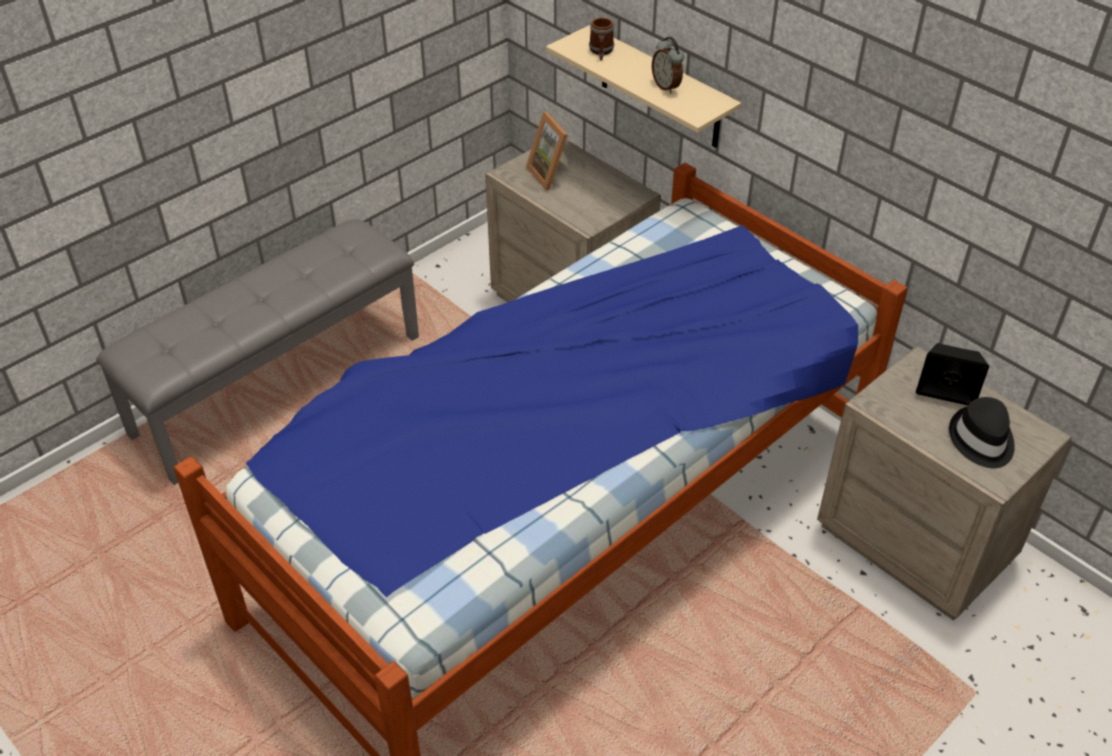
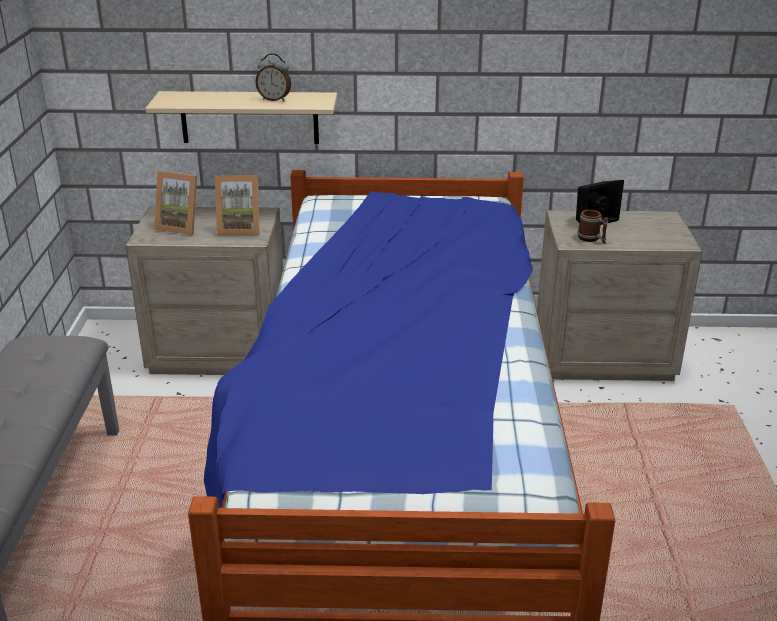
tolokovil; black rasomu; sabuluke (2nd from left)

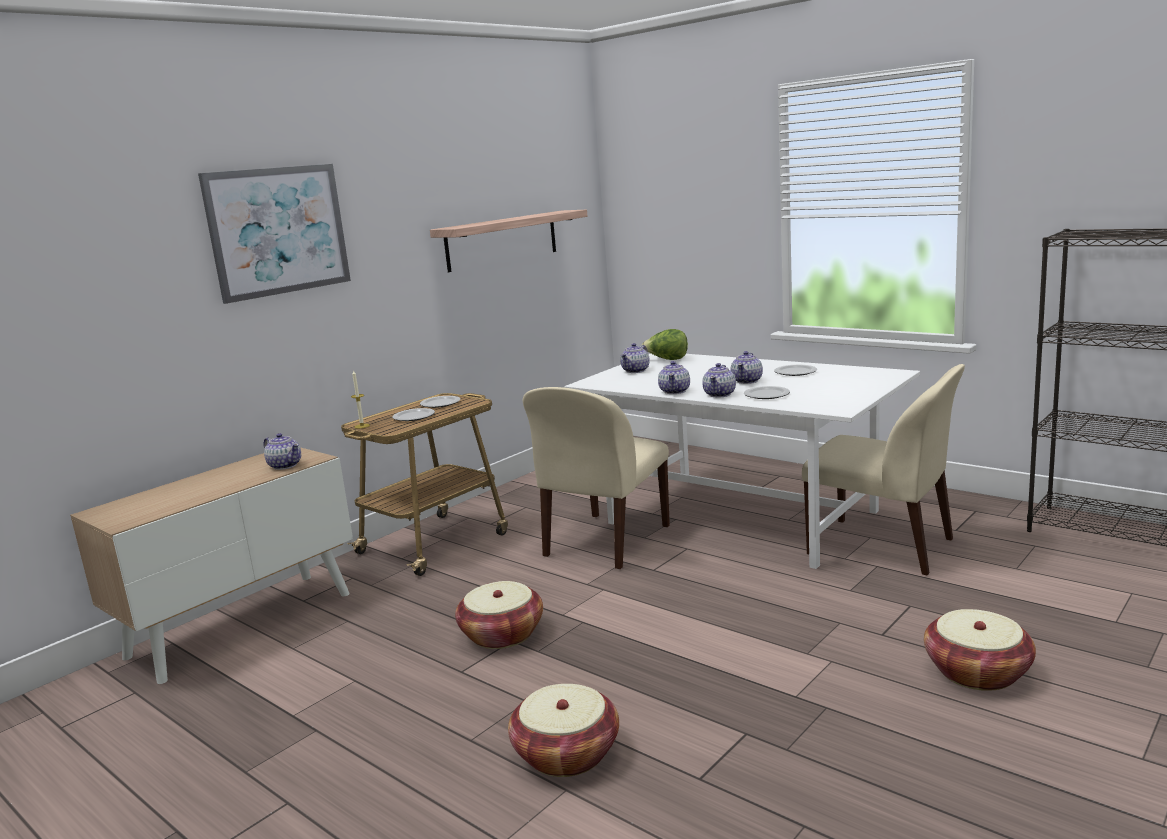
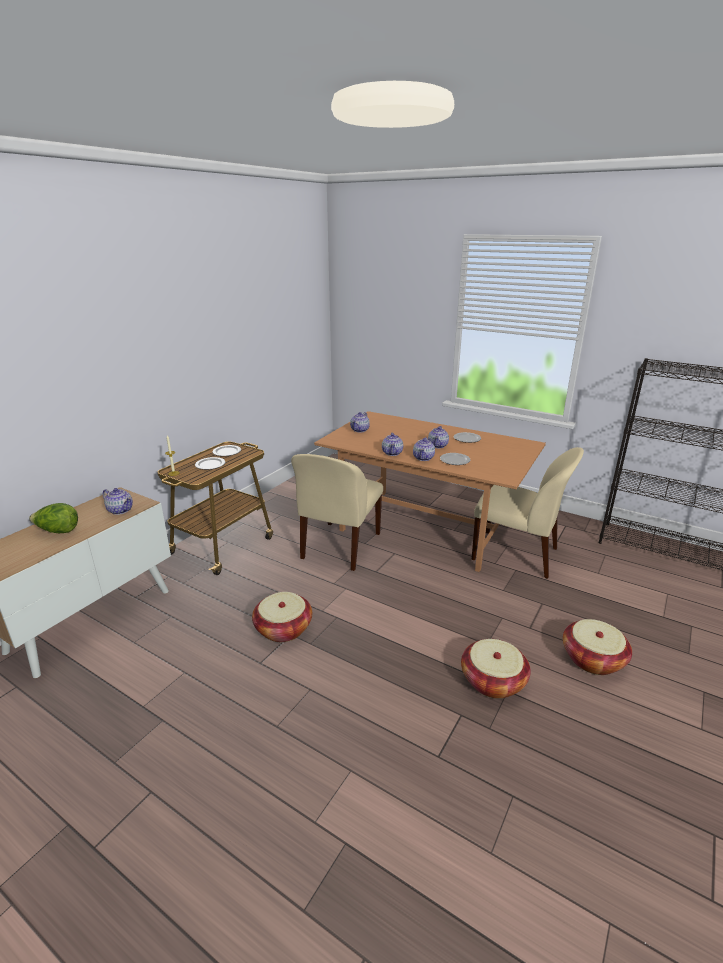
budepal; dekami; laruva; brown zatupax; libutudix (2nd from left)

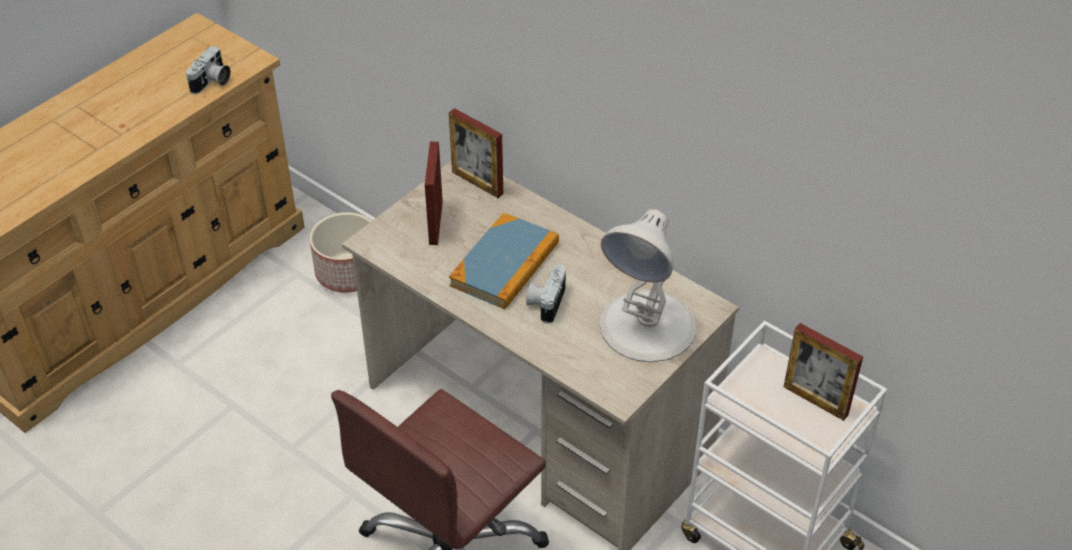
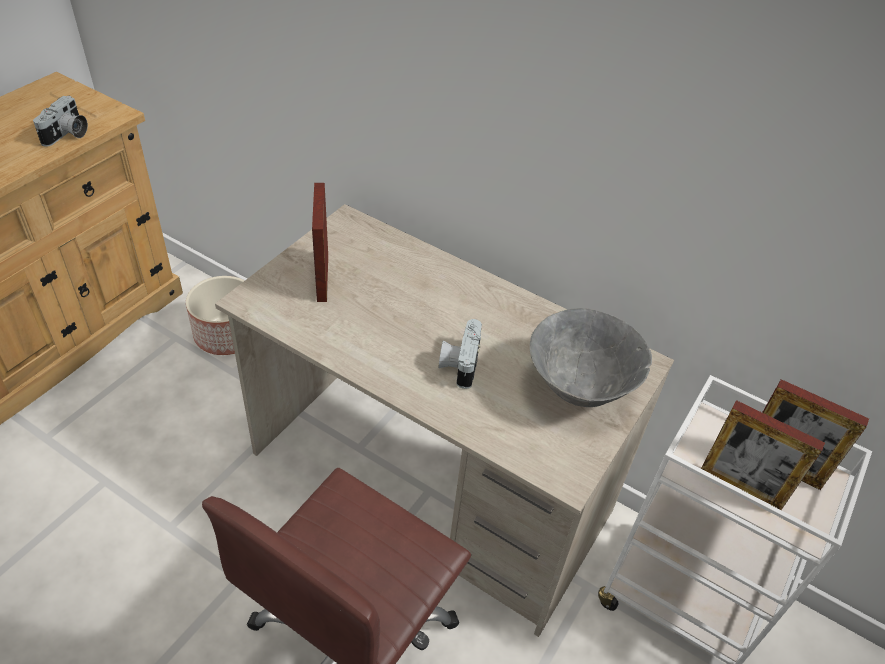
sabuluke (2nd from left); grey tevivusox; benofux

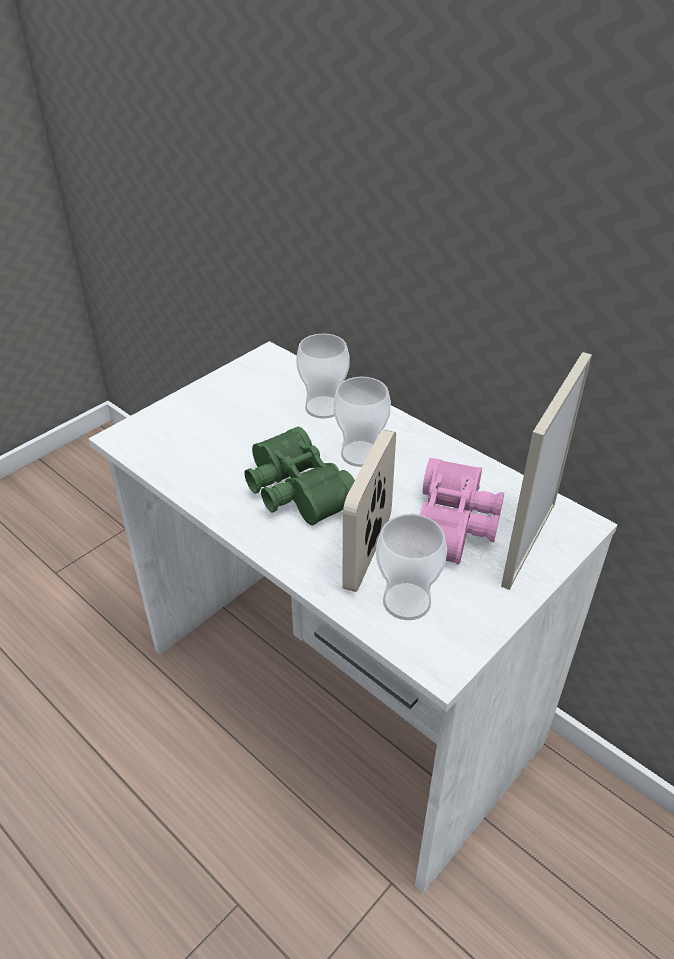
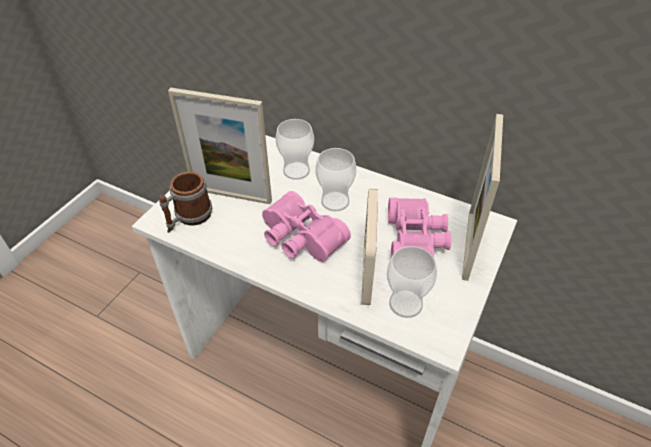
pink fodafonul (1st from left); sabuluke (1st from left); tolokovil

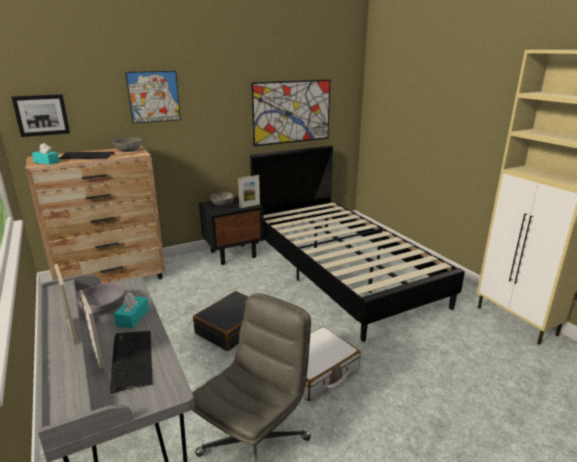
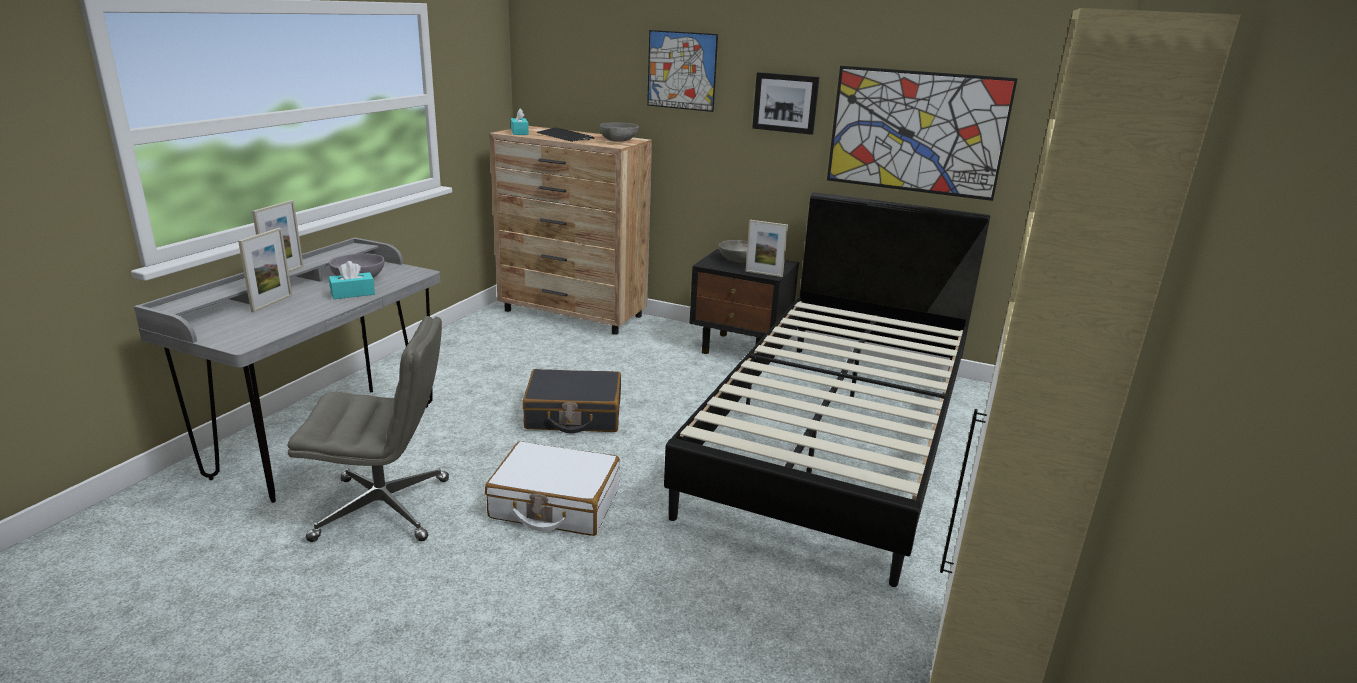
budepal (2nd from left); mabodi (2nd from left in the first image)

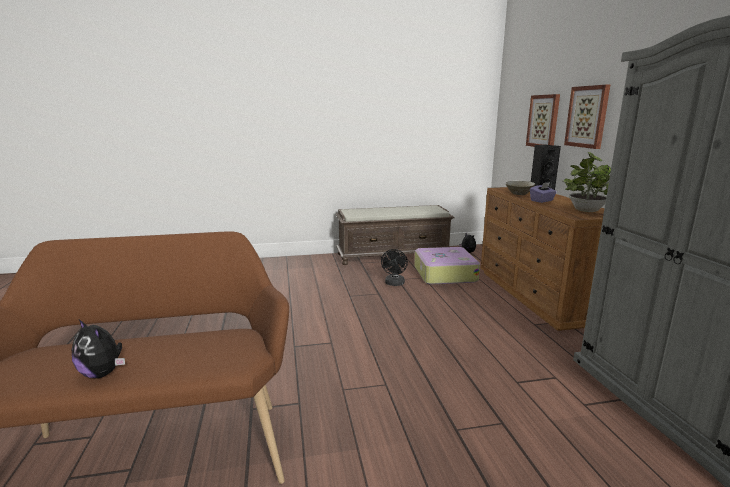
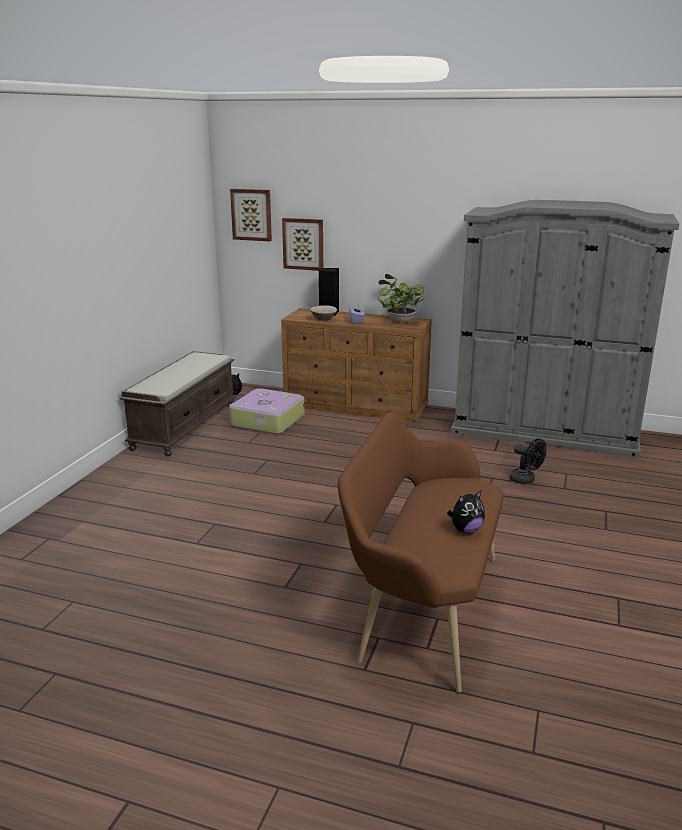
budepal (1st from left); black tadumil

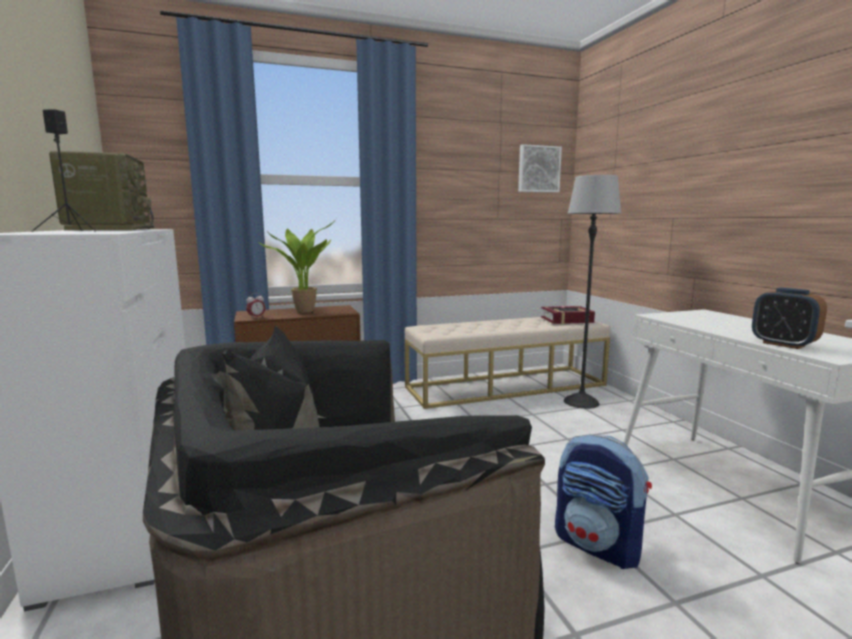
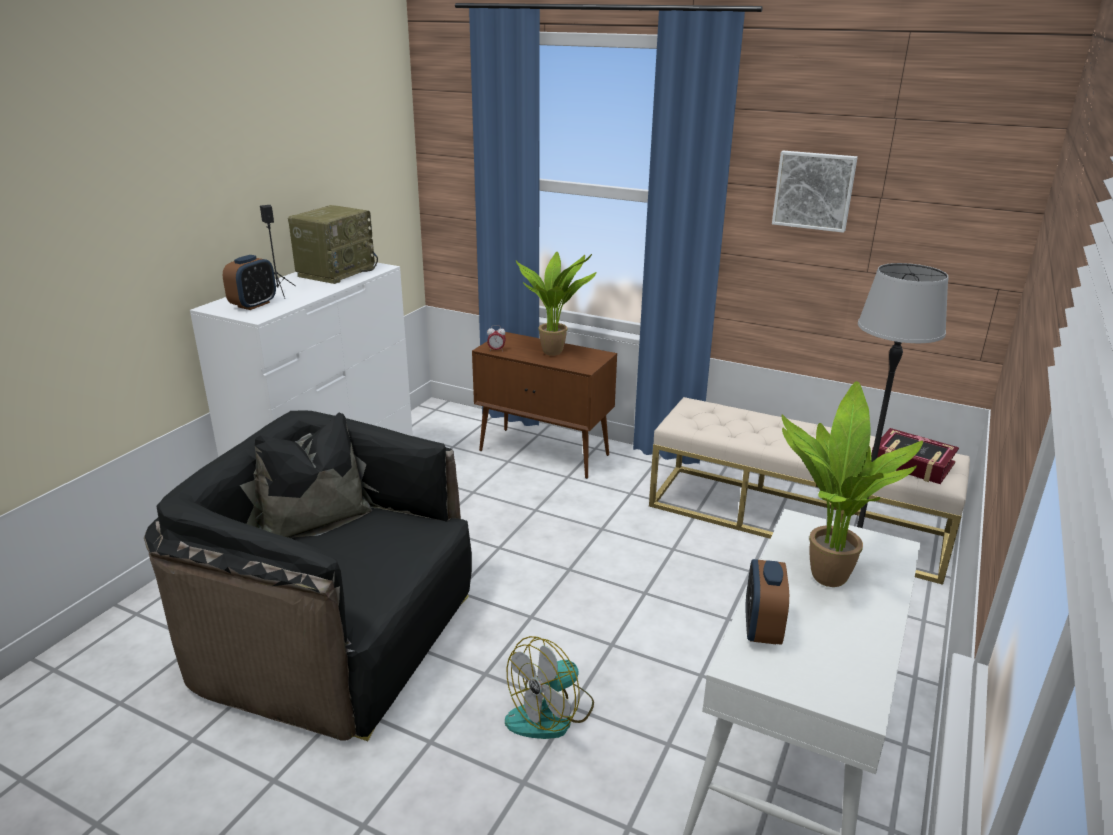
budepal; tadumil; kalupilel (1st from left); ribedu (2nd from left)

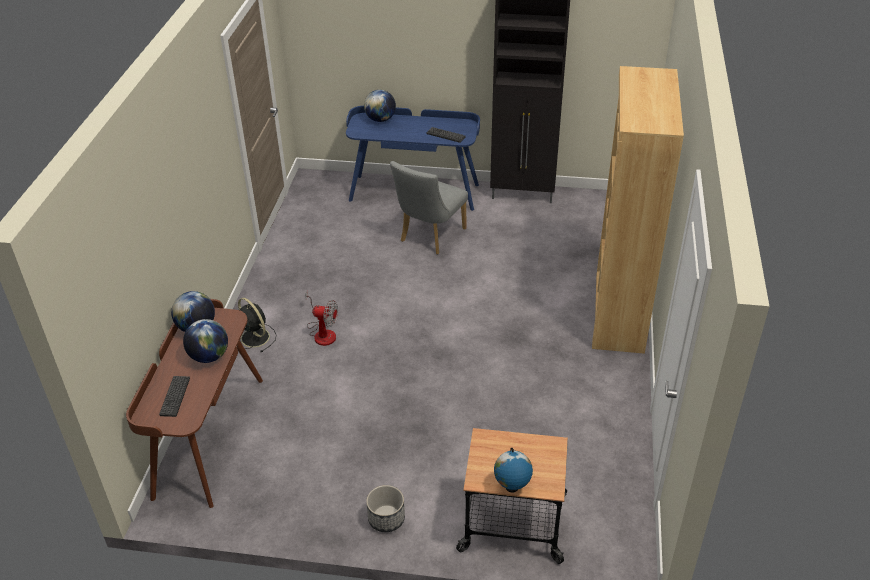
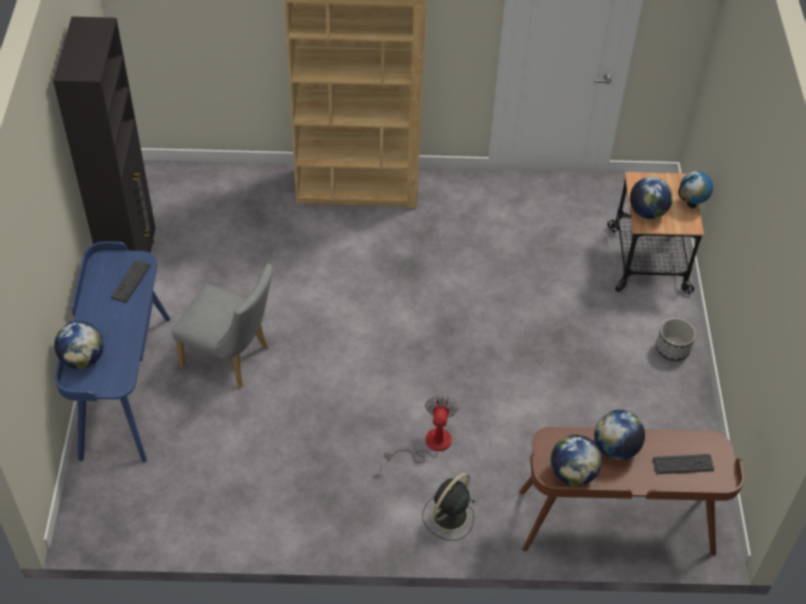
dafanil (4th from left)

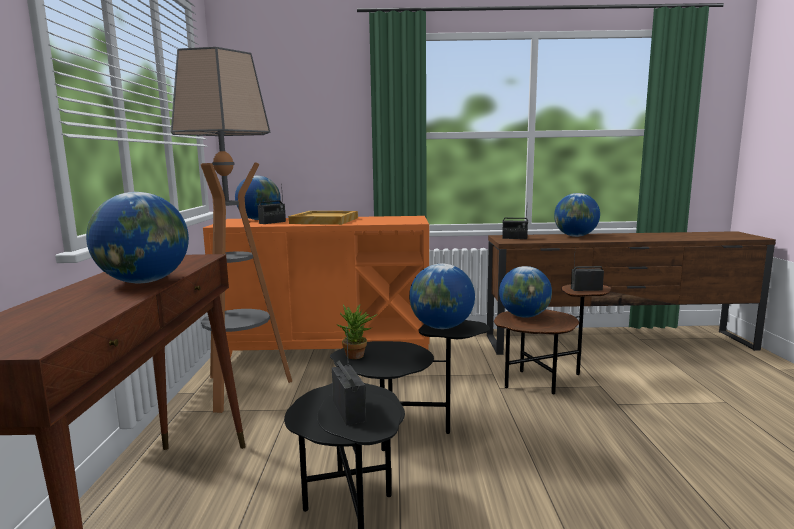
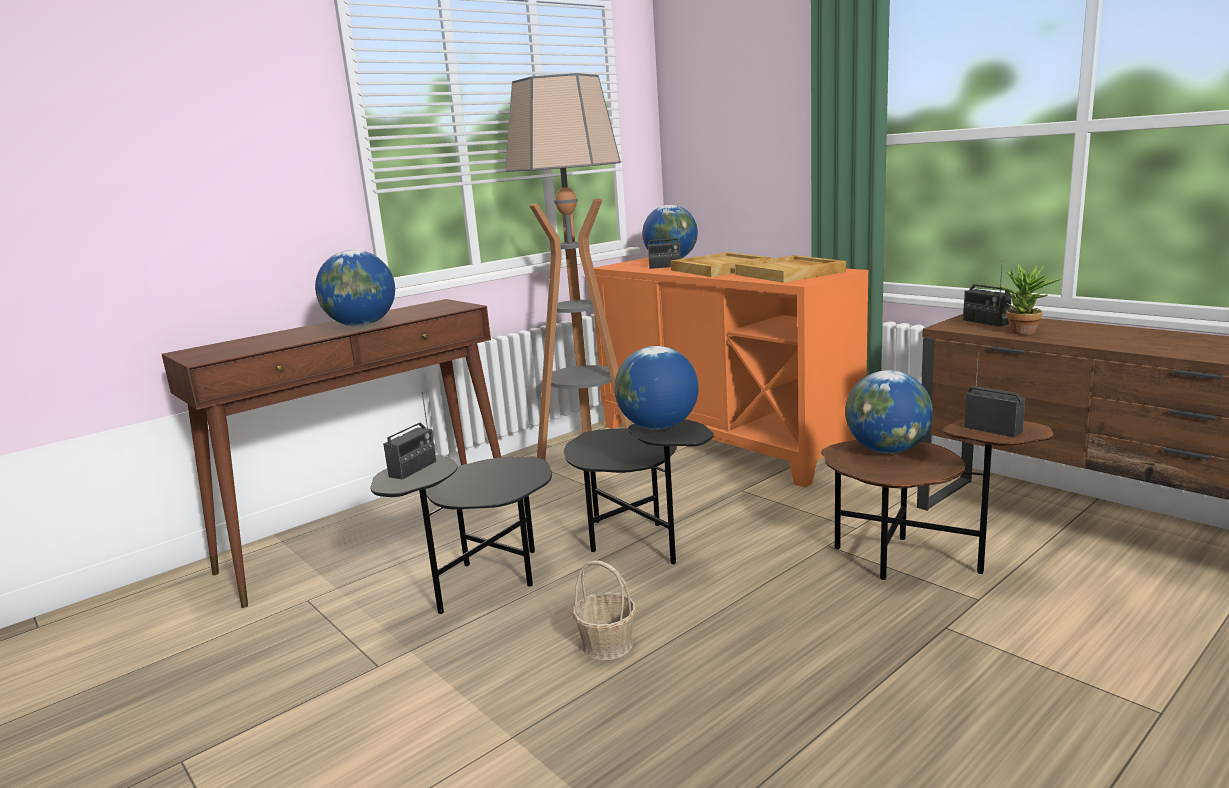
dafanil (5th from left in the first image); ribedu; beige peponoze (2nd from left); libutudix

